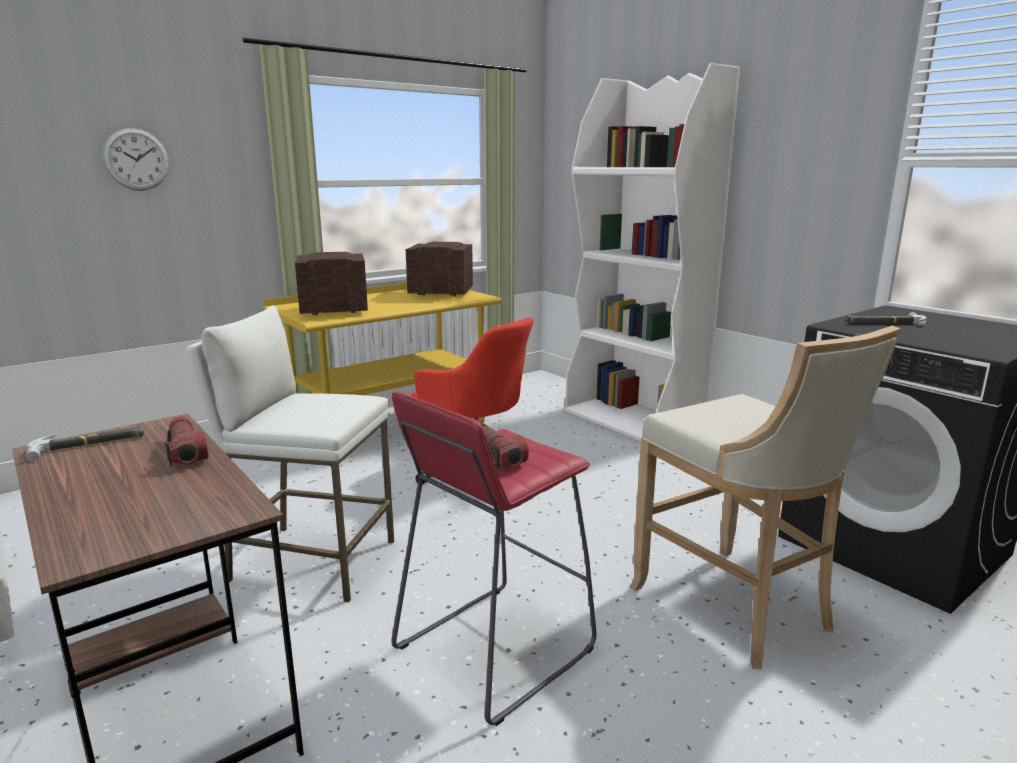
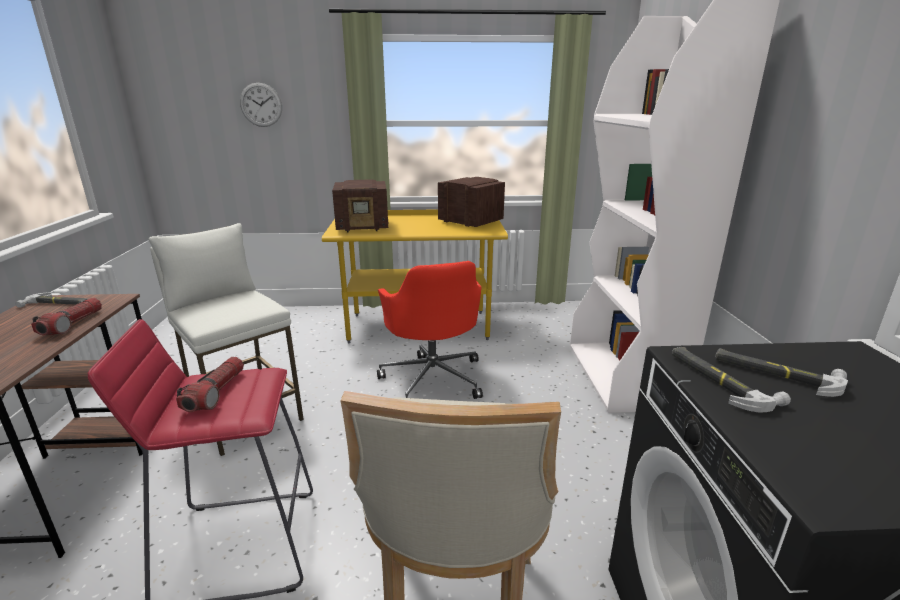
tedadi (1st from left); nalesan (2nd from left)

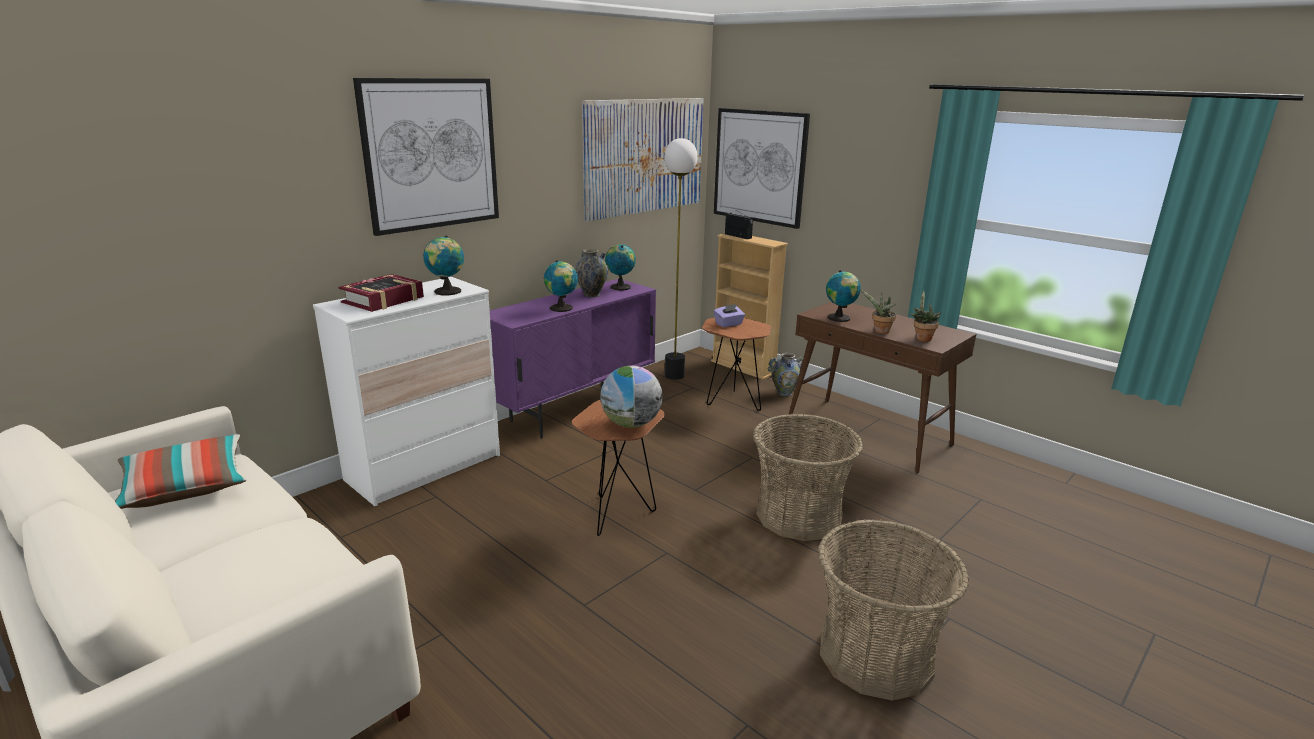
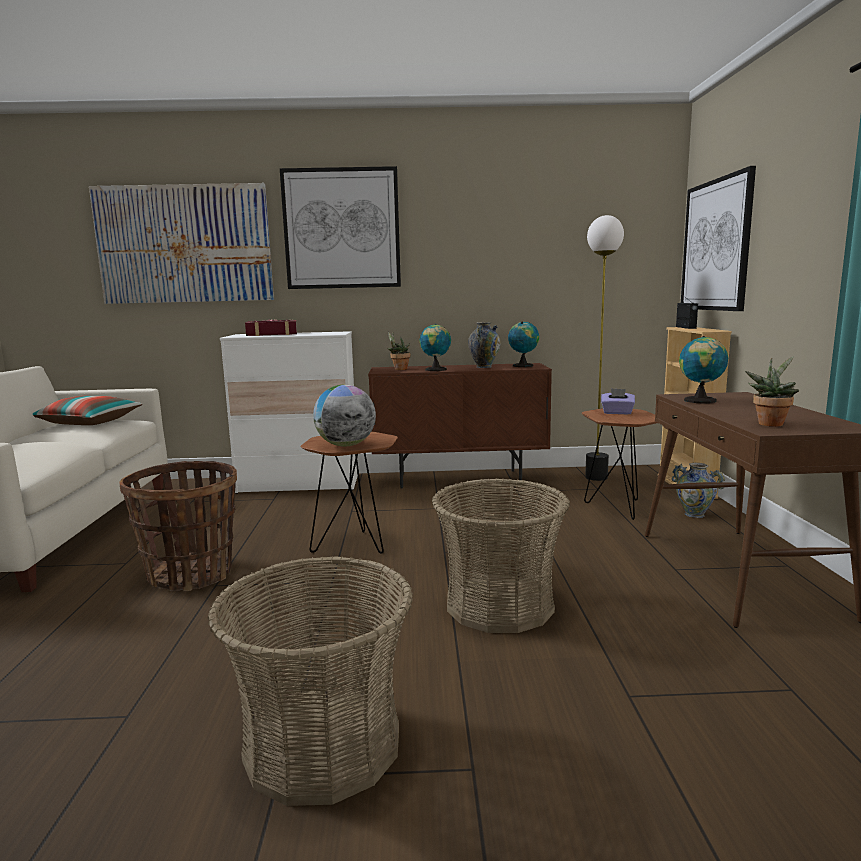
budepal (1st from left); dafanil (1st from left in the first image); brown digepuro; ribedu (1st from left); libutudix (1st from left)

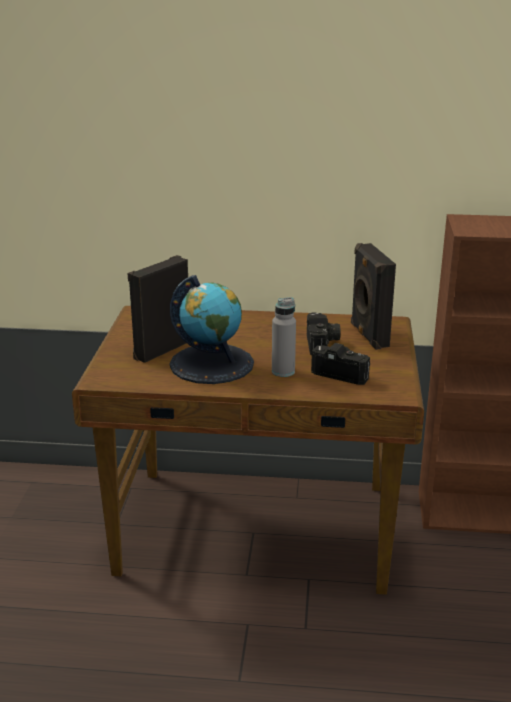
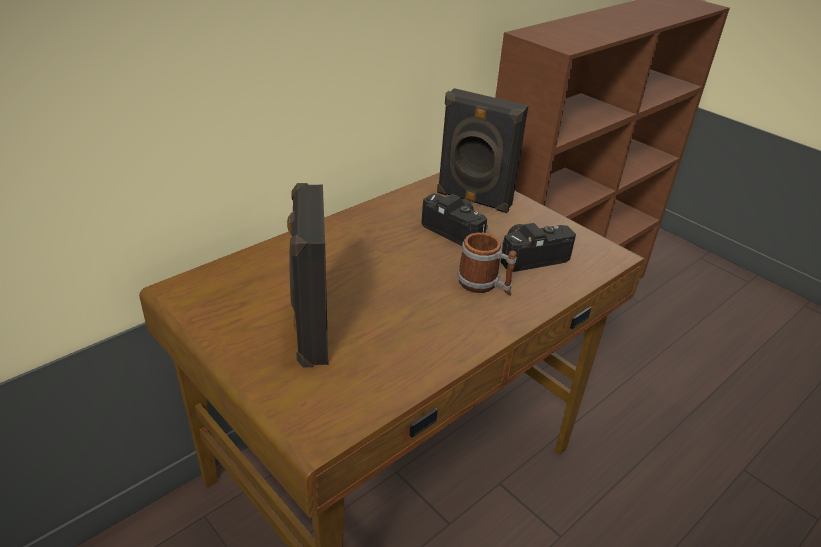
dafanil; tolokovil

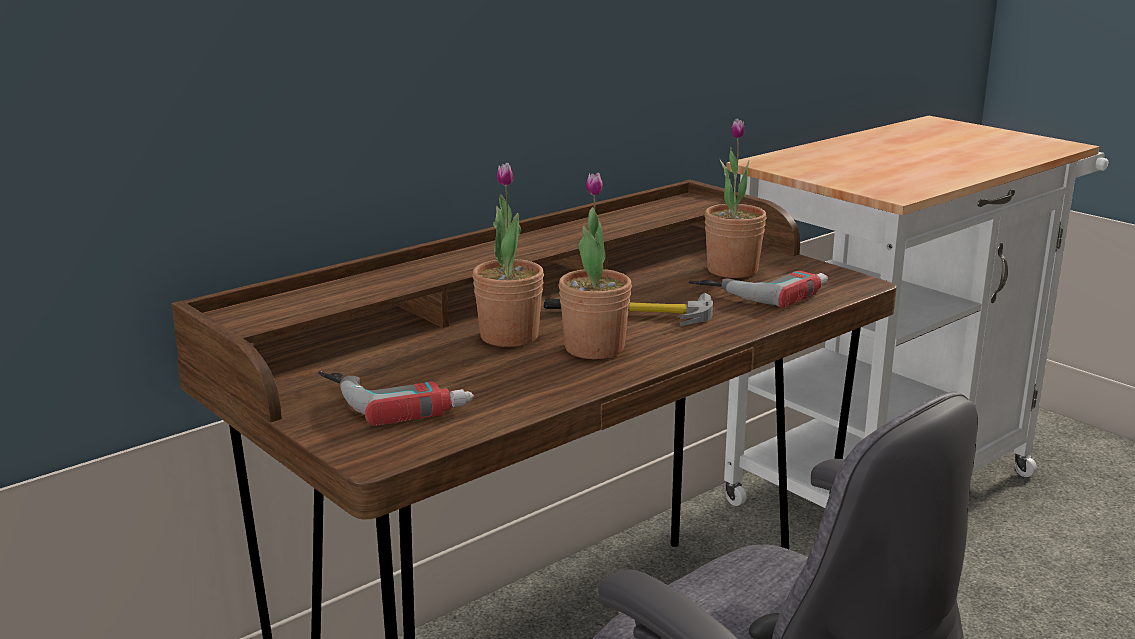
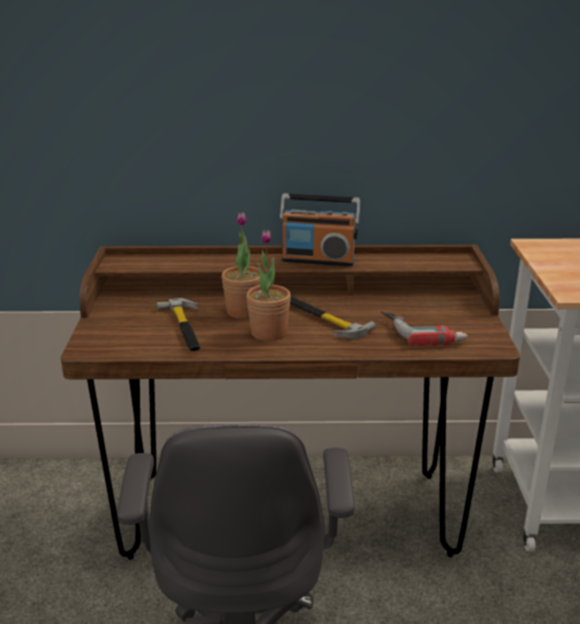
ribedu (3rd from left in the first image); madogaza (1st from left in the first image); tedadi; nalesan (1st from left)

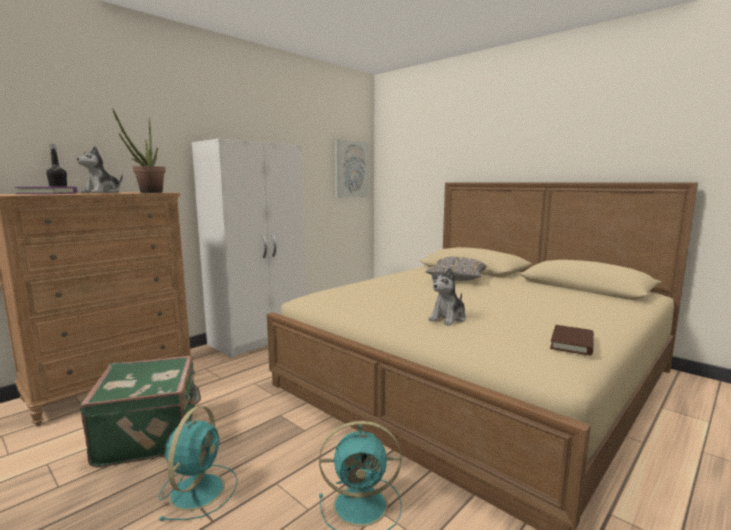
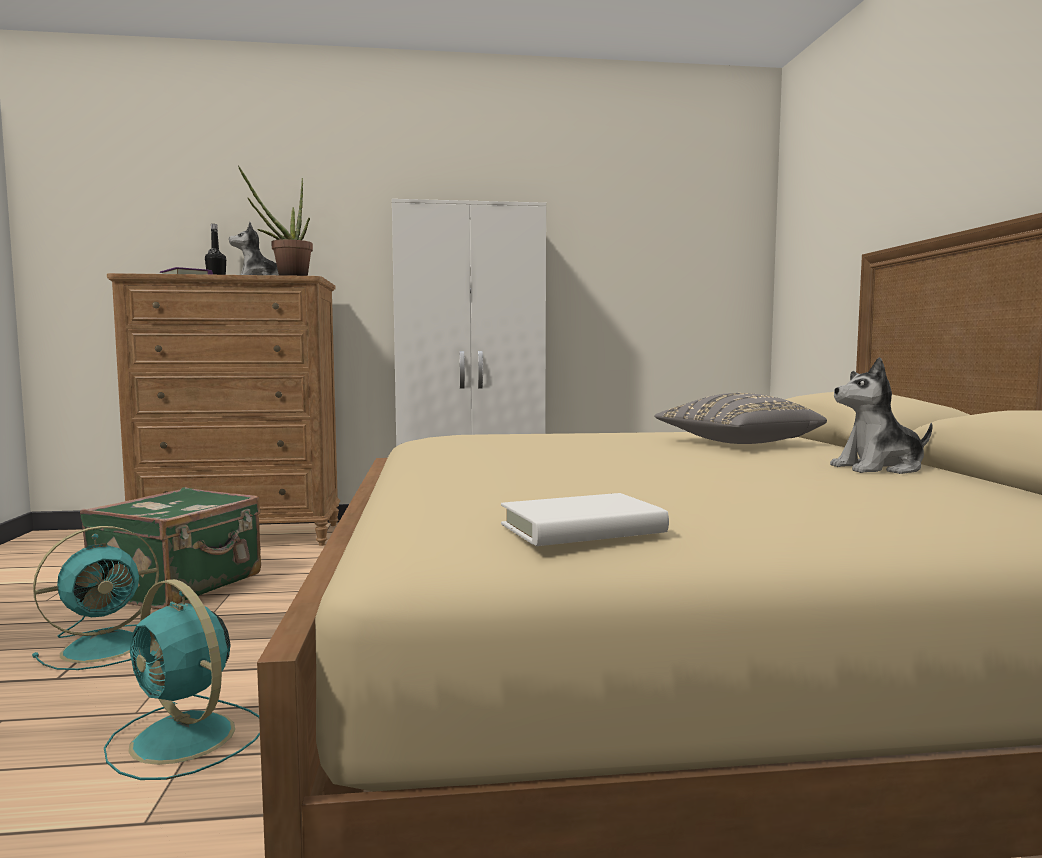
budepal; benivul (2nd from left); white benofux

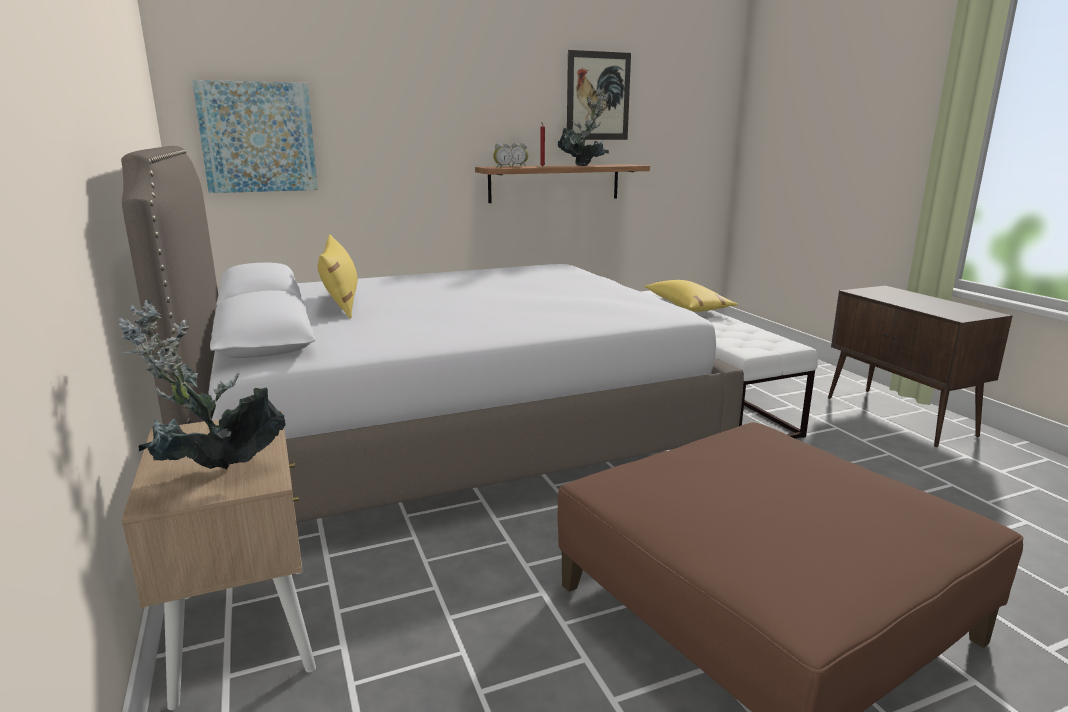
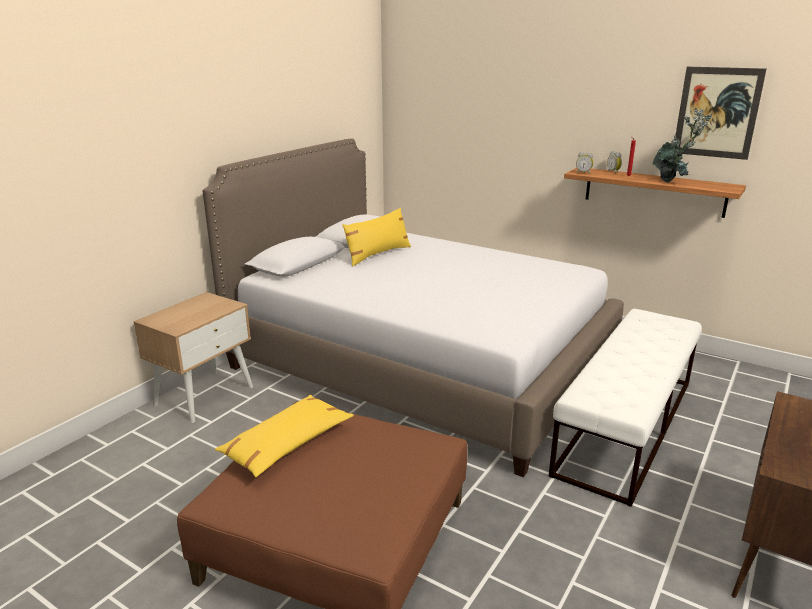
budepal (1st from left in the first image); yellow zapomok (1st from left); ribedu (1st from left in the first image)

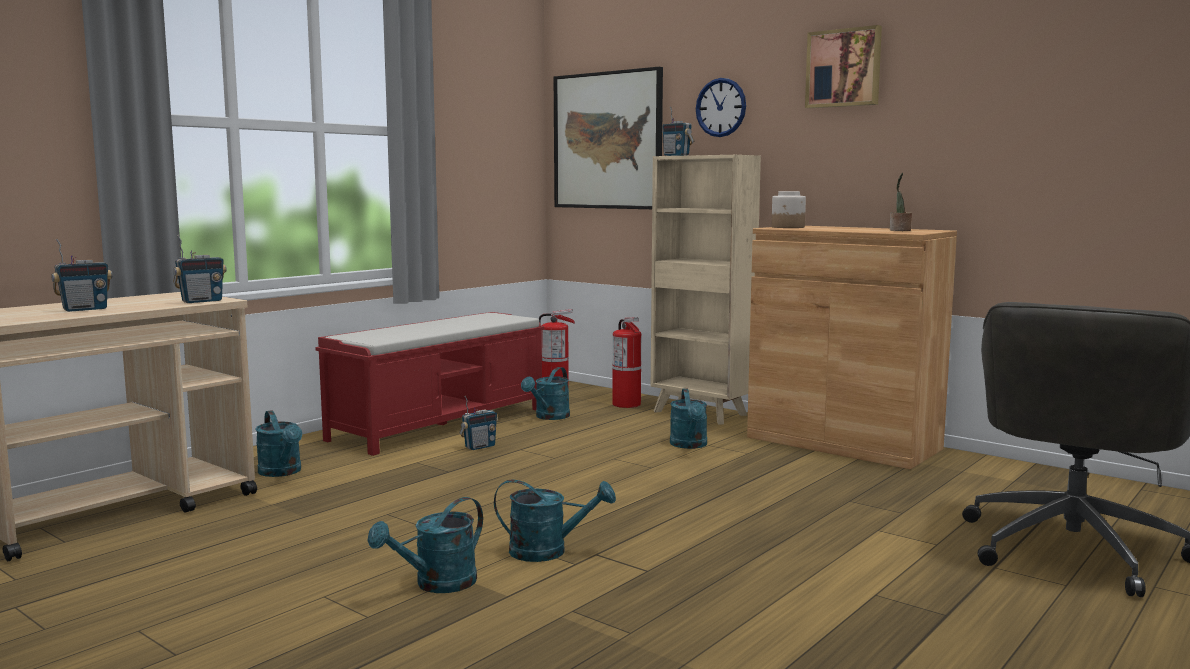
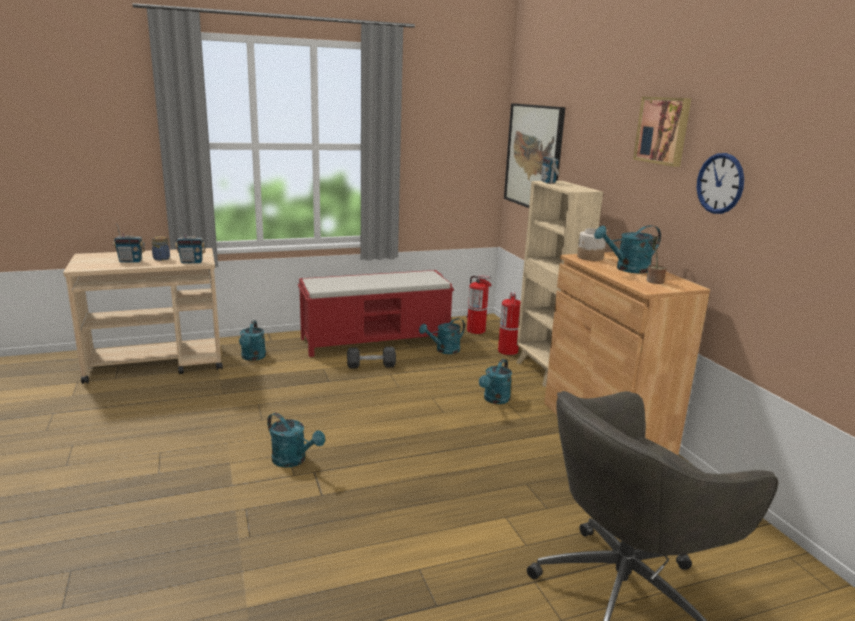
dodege; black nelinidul; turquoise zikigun (5th from left); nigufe (1st from left)

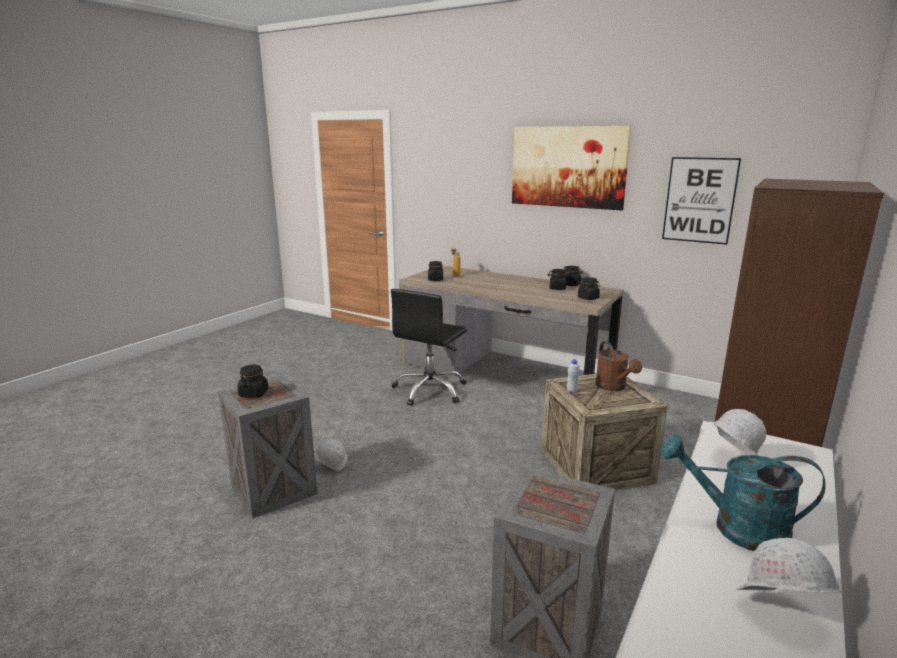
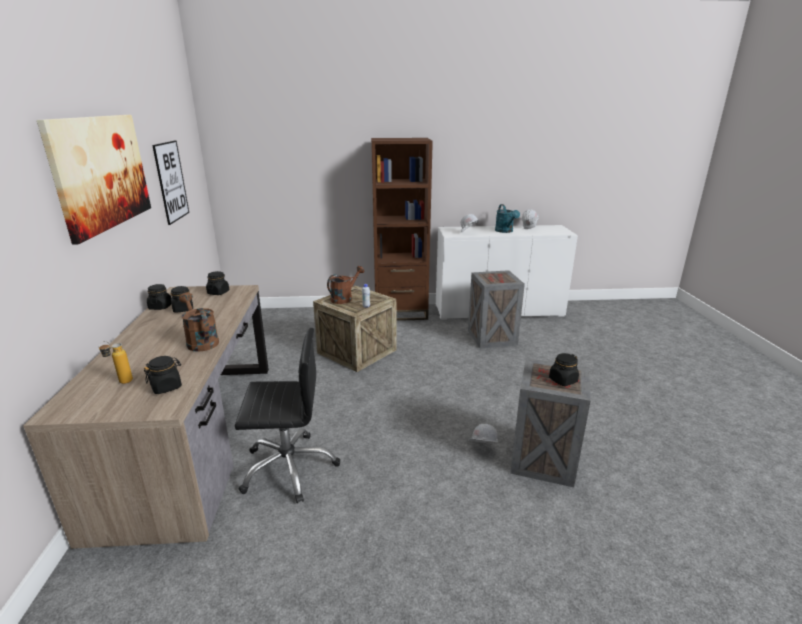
brown zikigun (1st from left)

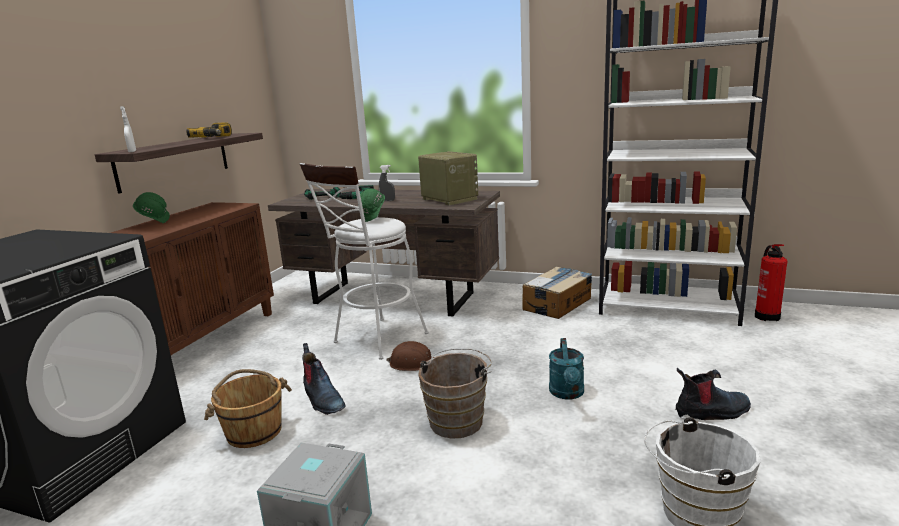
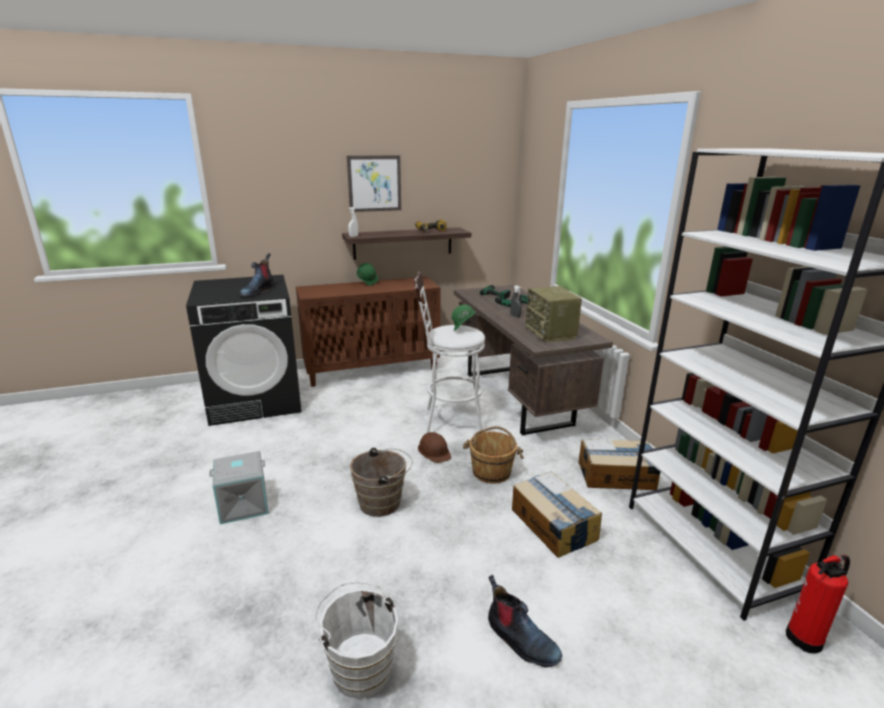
tedadi; turquoise zikigun; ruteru (1st from left); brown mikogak (2nd from left); budepal; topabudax (1st from left)

